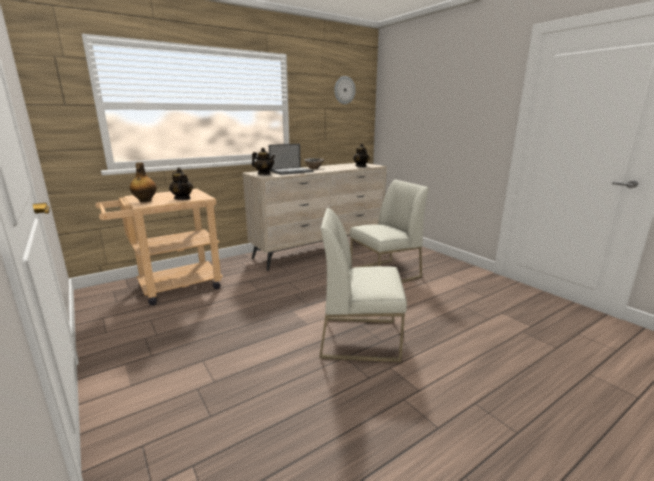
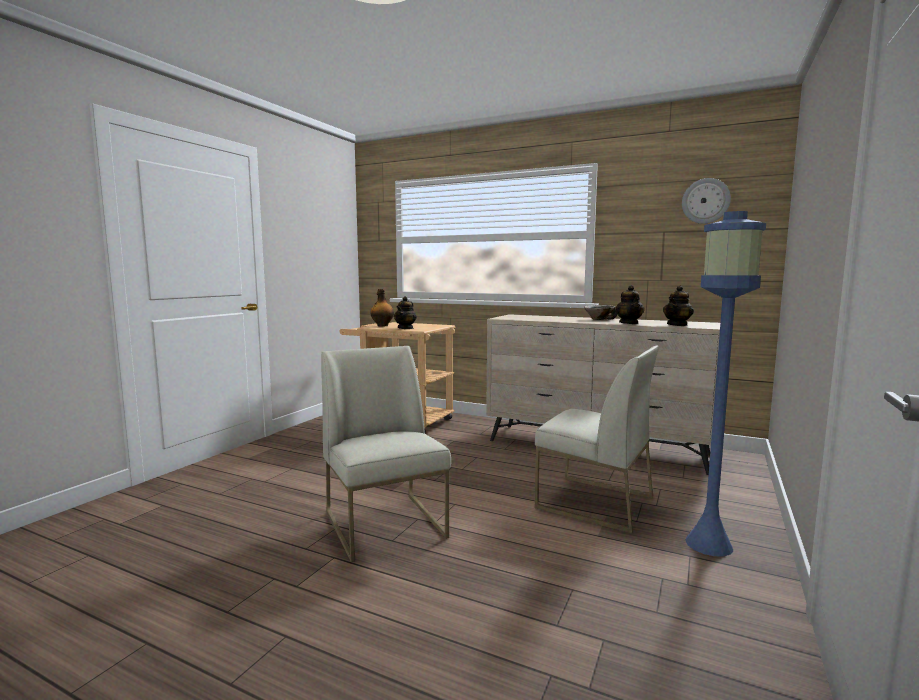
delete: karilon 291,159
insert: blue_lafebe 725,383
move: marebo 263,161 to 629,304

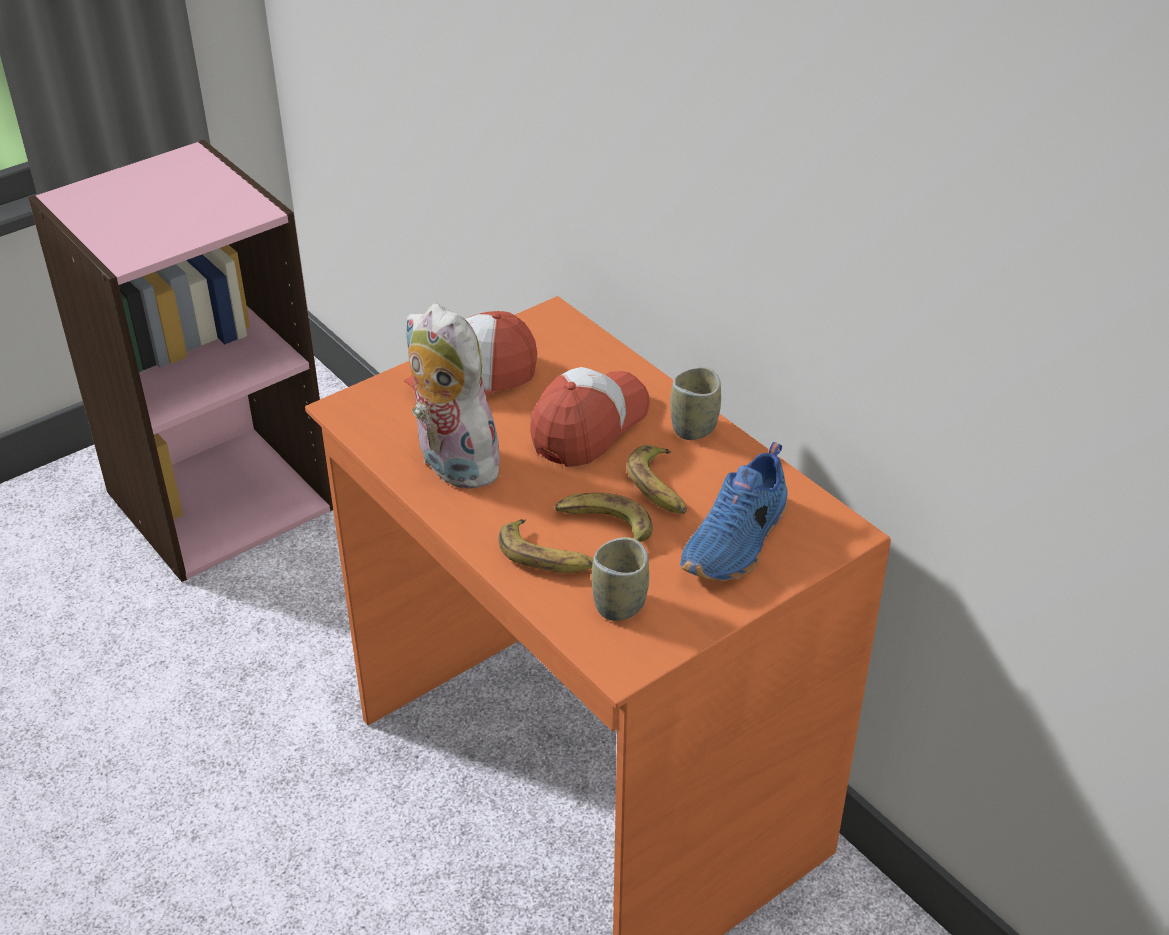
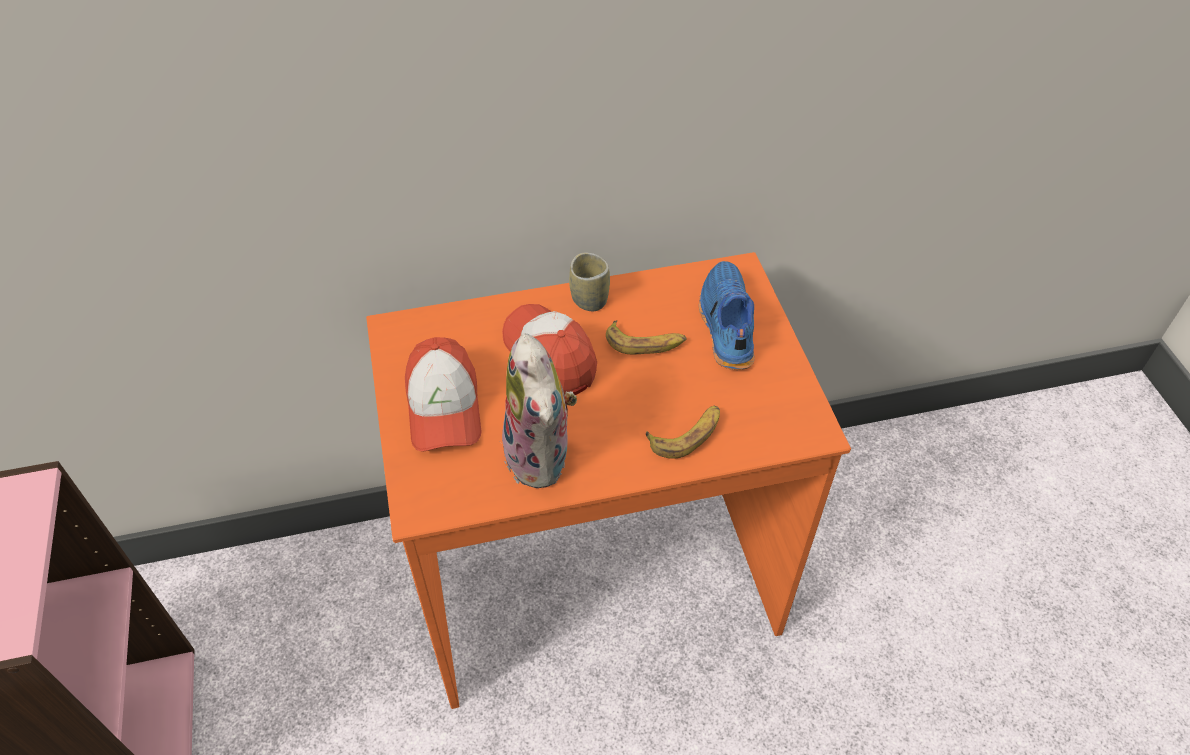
delete: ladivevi 604,517; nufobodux 620,579
rotate: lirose 457,396 = 539,410 90 degrees counterclockwise; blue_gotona 733,512 = 727,315 150 degrees counterclockwise

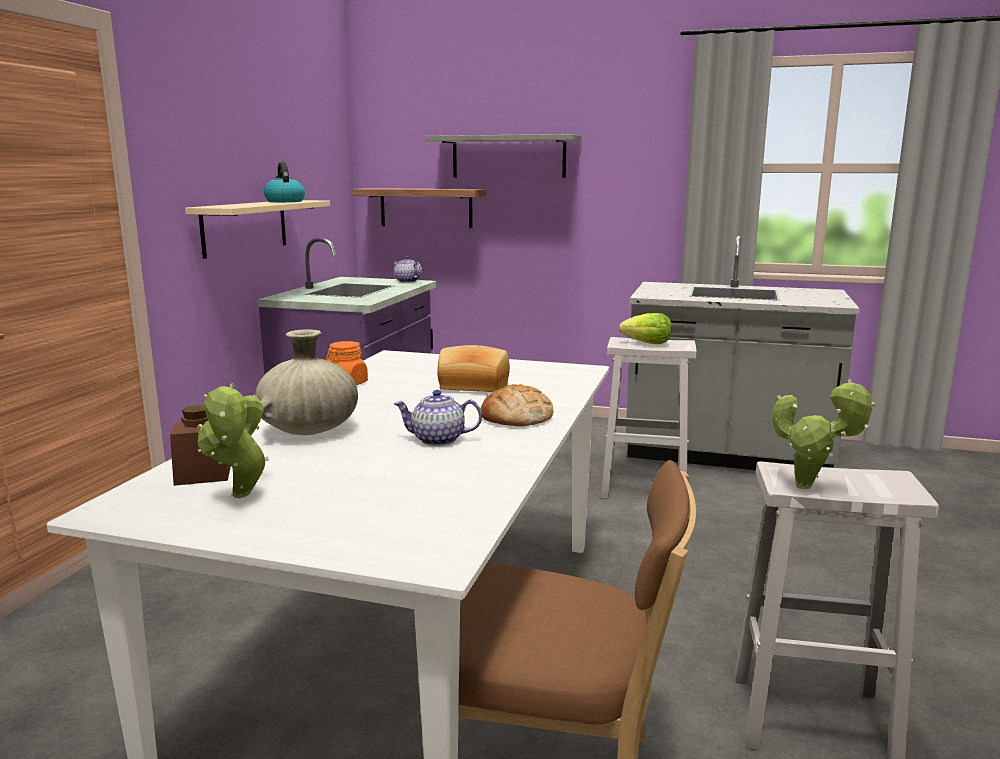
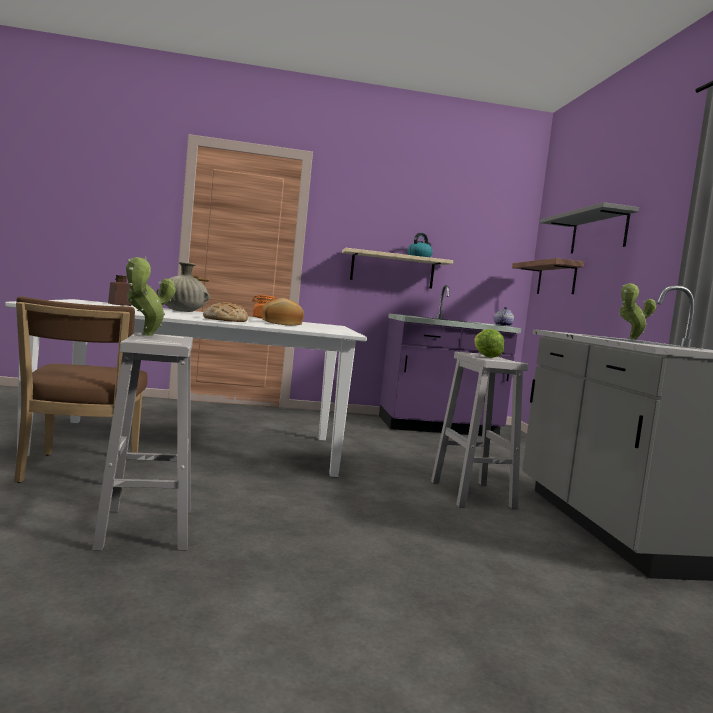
delete: marebo 437,418
move: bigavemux 233,441 to 637,311

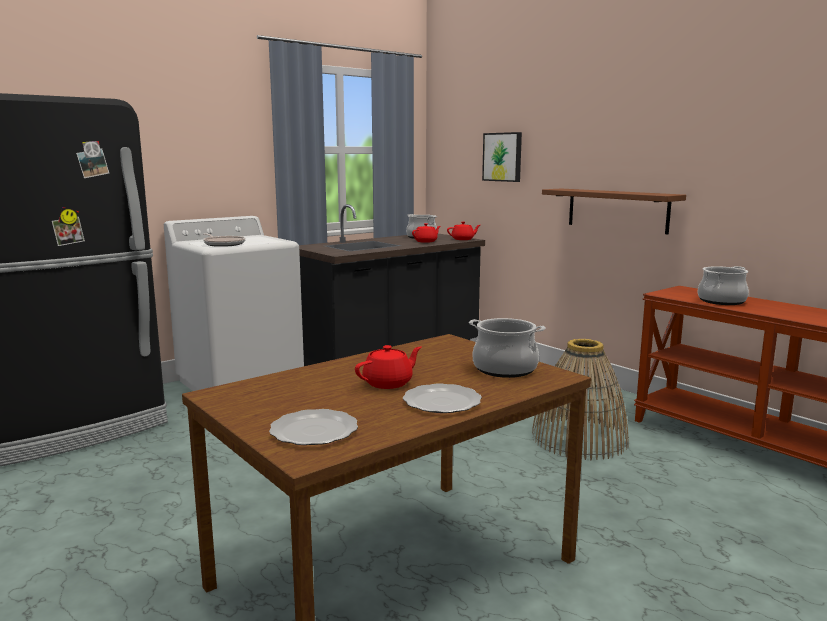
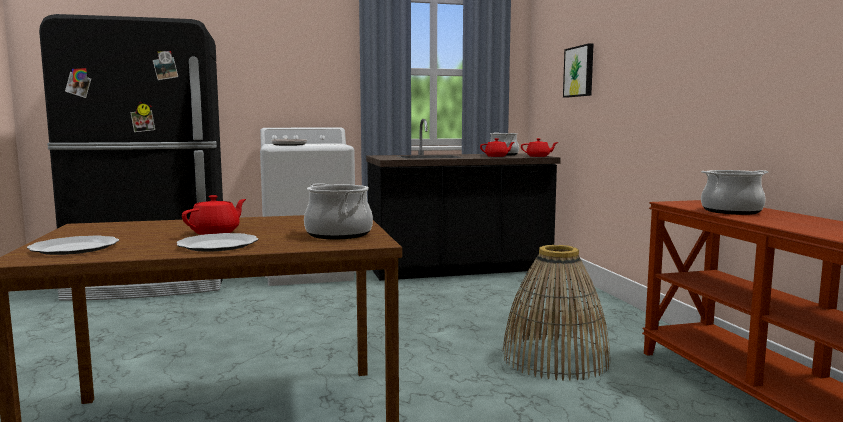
delete: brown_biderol 614,212
rotate: red_marebo 388,367 = 214,215 45 degrees counterclockwise

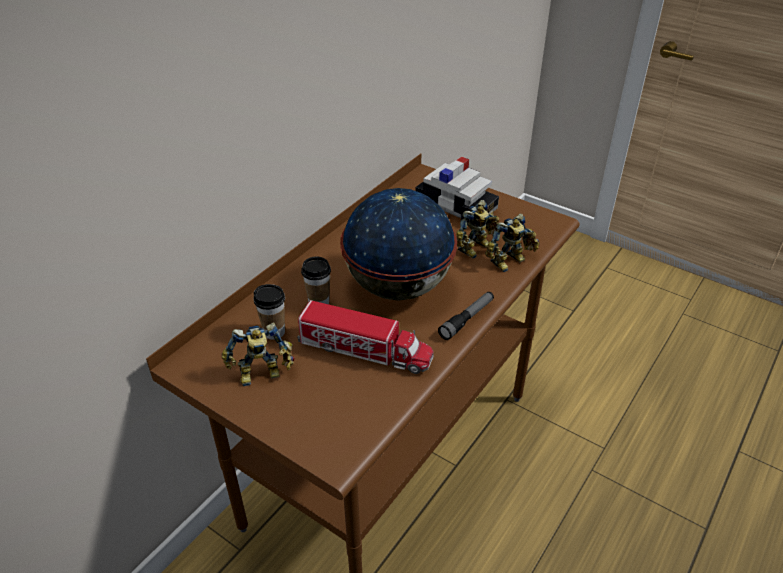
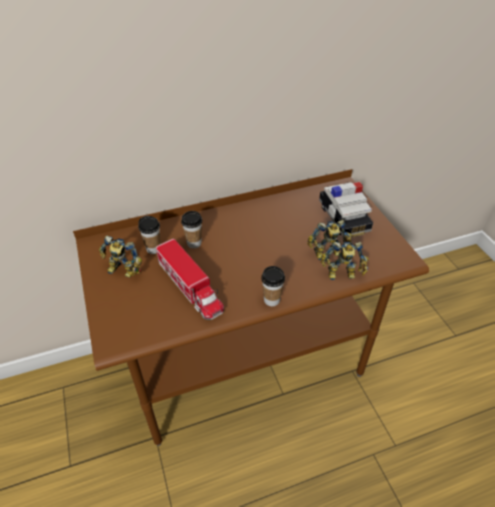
delete: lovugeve 398,244
replace: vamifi 466,316 to nufobodux 273,286

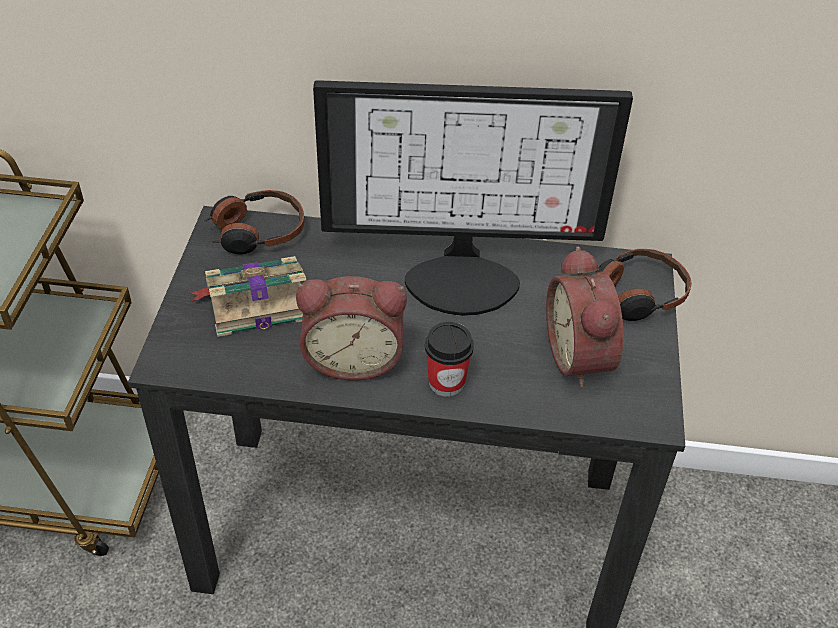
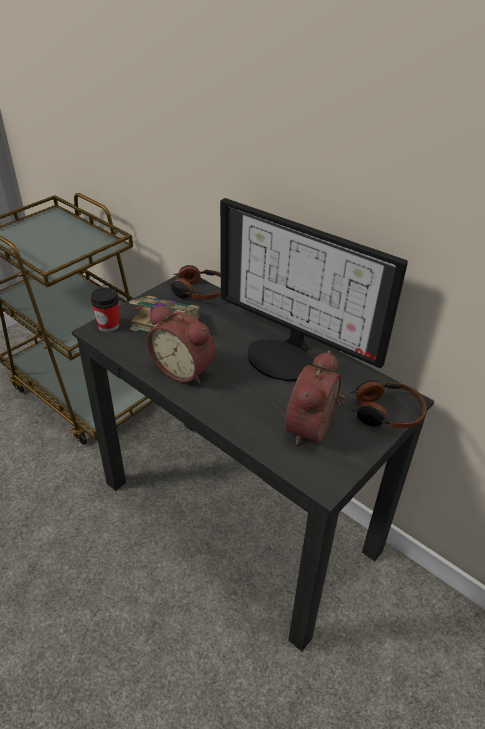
move: nufobodux 449,359 to 104,309

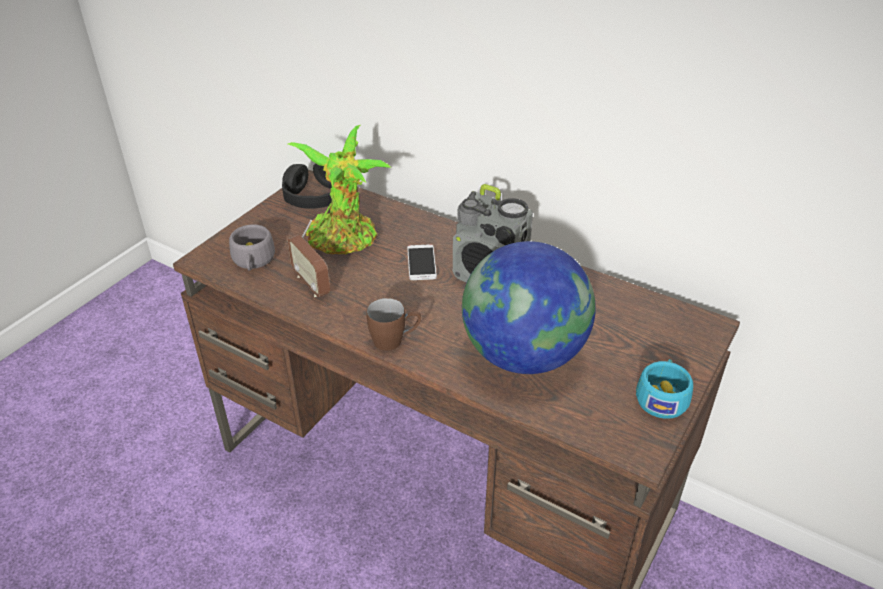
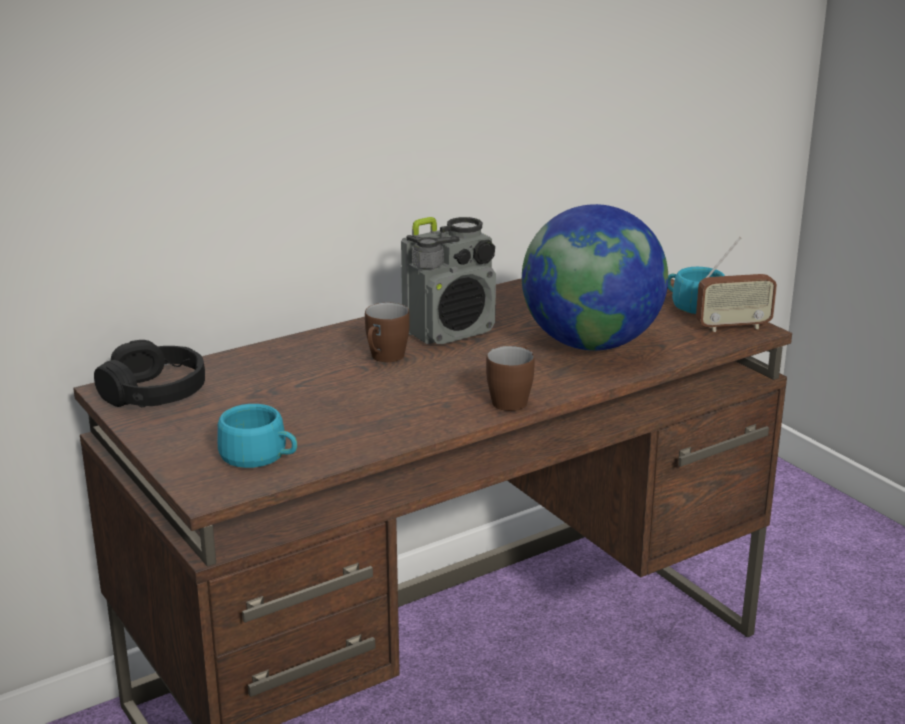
delete: bigavemux 339,189
move: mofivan 309,258 to 736,284
replace: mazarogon 422,262 to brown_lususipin 387,332
recolor: grey_nufobodux 252,247 to turquoise_nufobodux 257,436

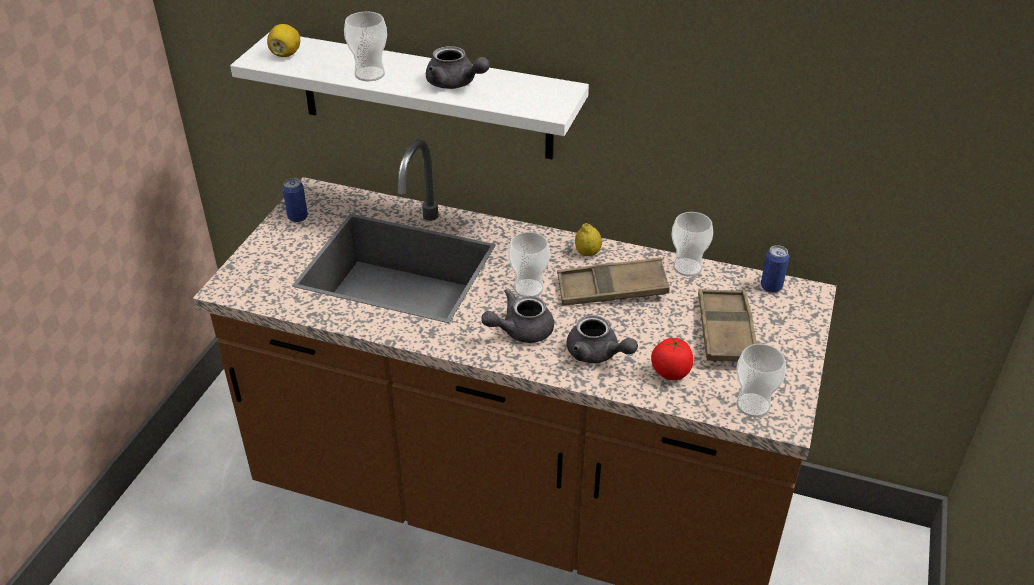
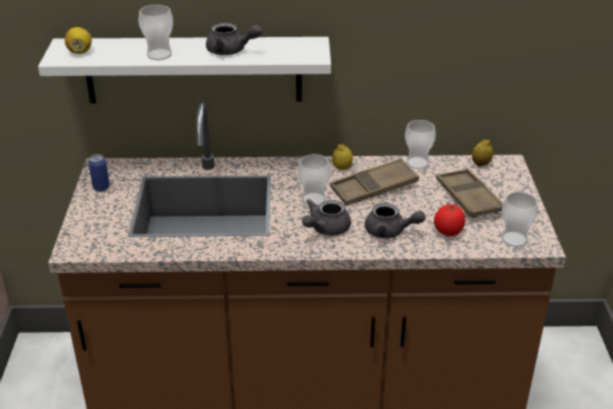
replace: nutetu 775,269 to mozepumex 482,152

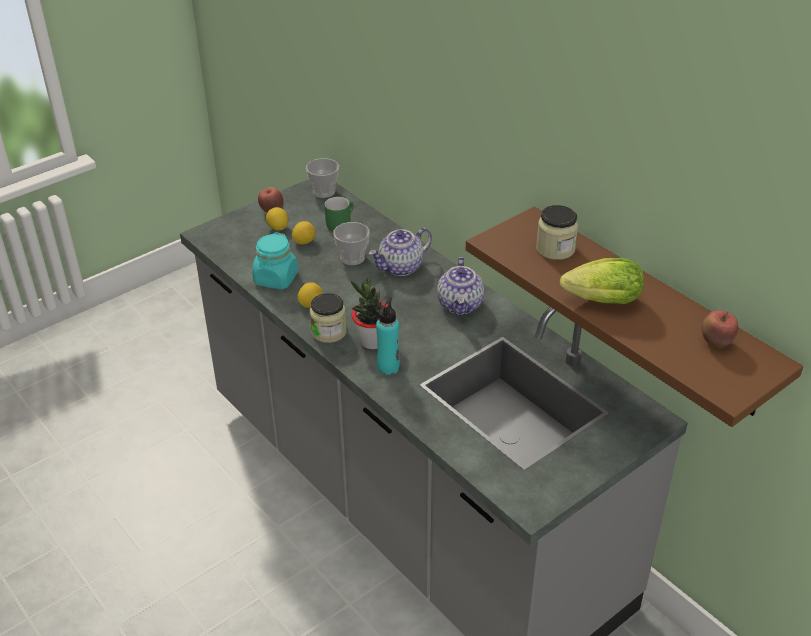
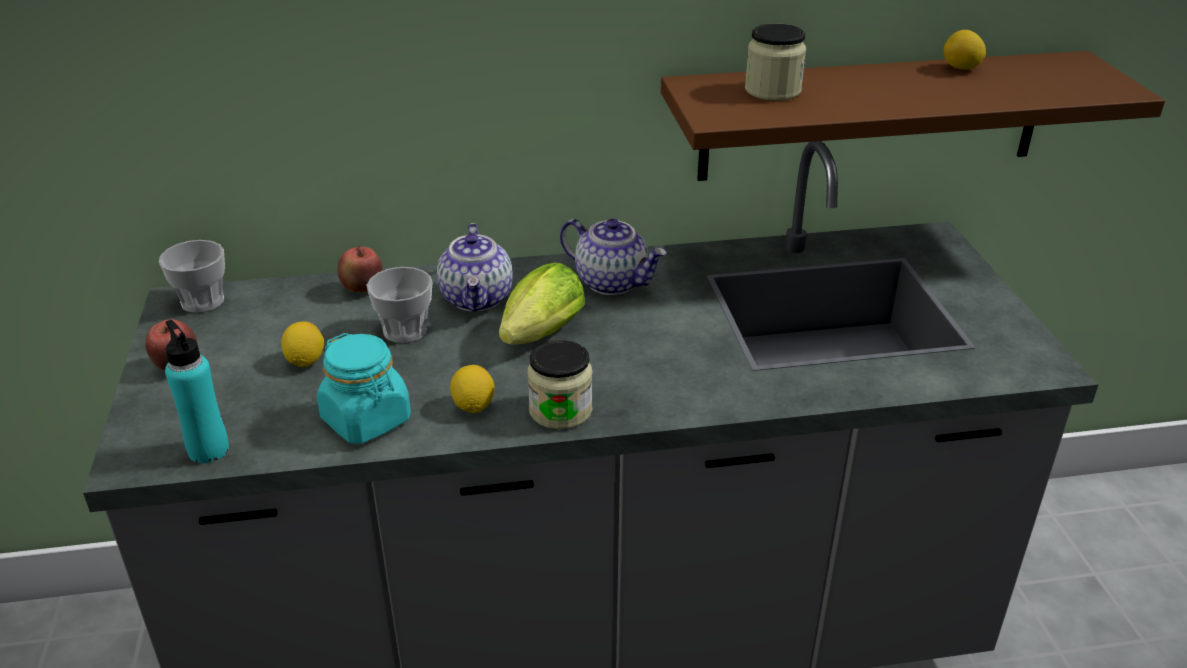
delete: green_lususipin 339,214; bigavemux 369,313
move: mozepumex 277,218 to 964,50; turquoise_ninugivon 388,336 to 197,391; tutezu 602,281 to 542,304; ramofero 720,329 to 360,269

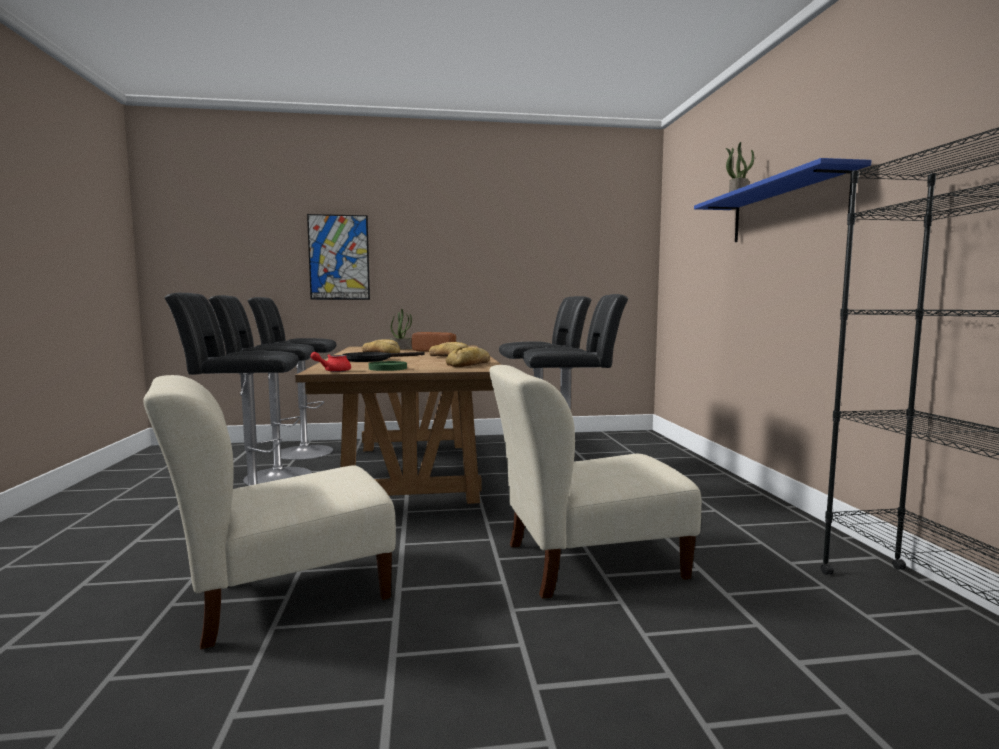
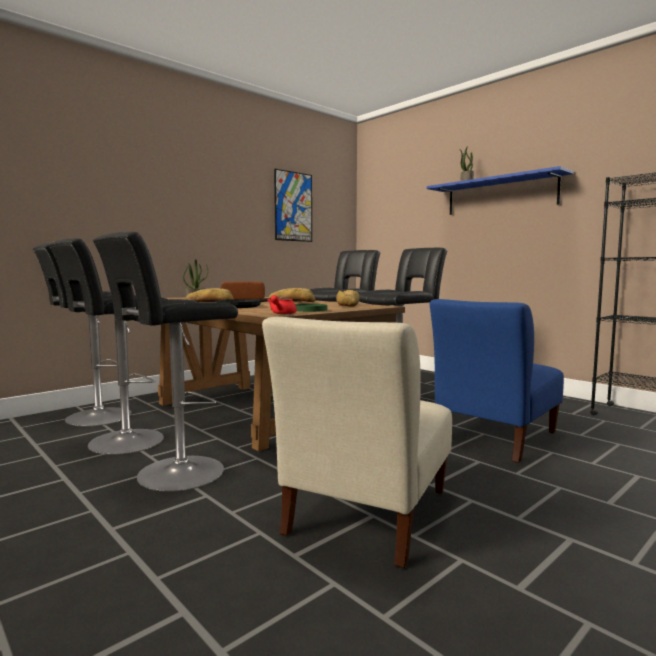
move: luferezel 338,257 to 293,205
recolor: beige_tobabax 595,482 to blue_tobabax 496,381

